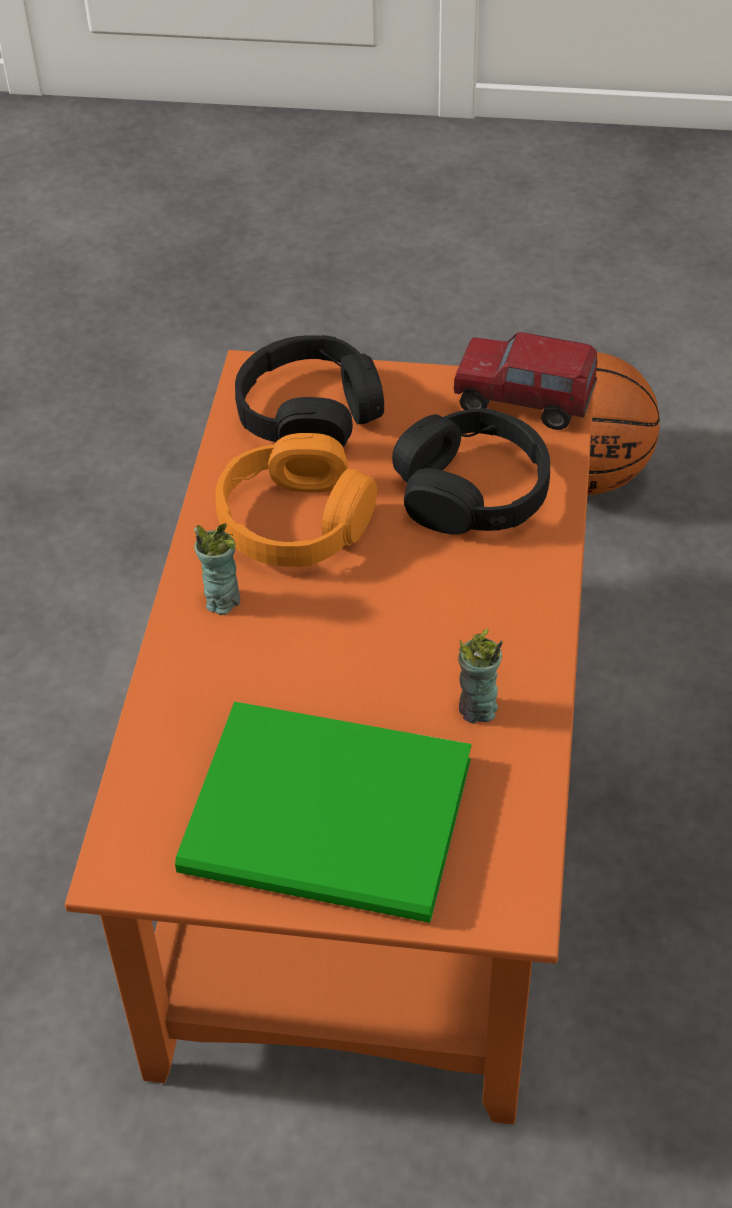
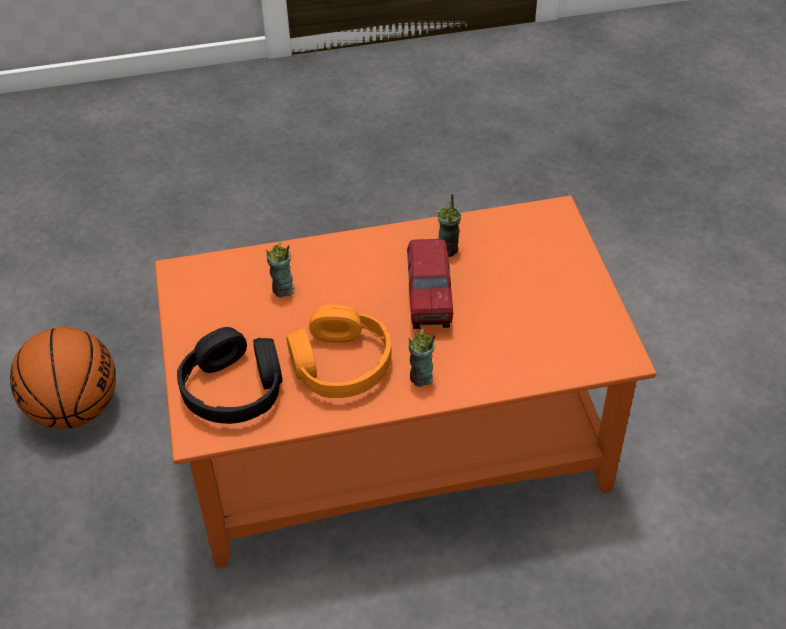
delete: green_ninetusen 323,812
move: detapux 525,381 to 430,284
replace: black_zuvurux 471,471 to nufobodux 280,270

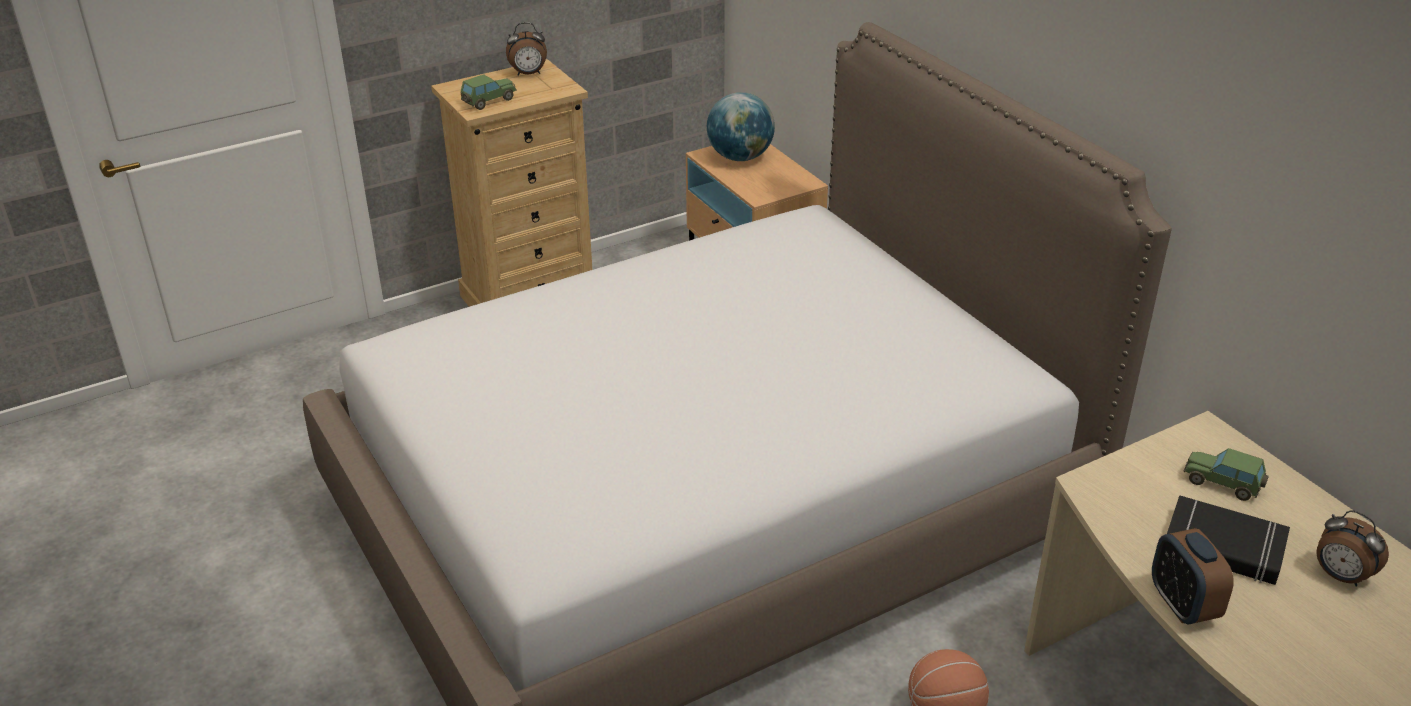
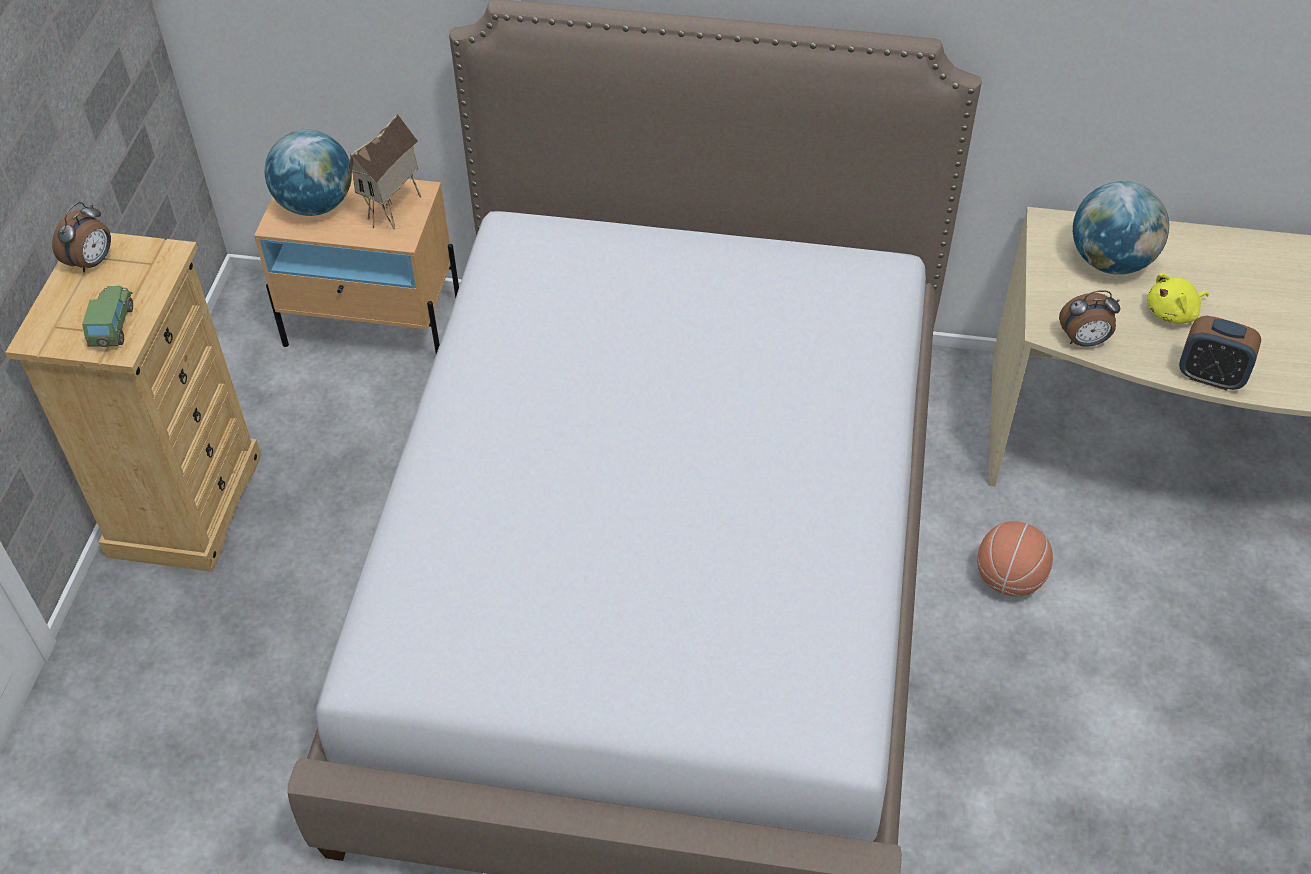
insert: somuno 384,171
move: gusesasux 1352,548 to 1089,318
replace: black_ninetusen 1228,540 to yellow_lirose 1178,299; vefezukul 1226,474 to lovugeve 1121,228

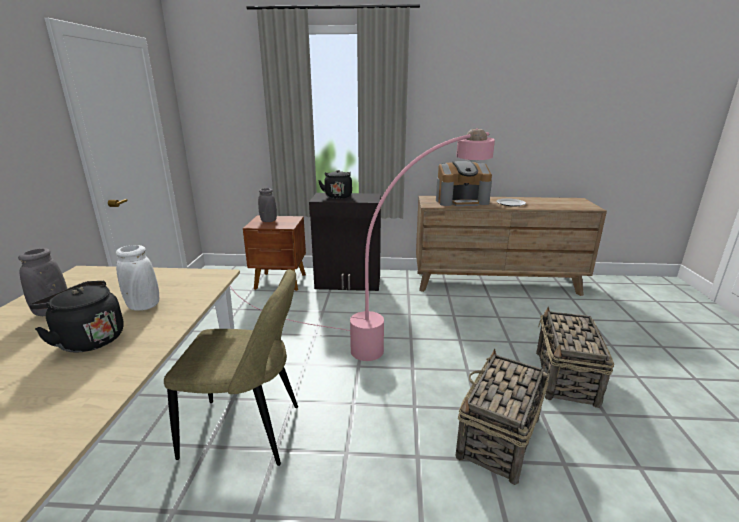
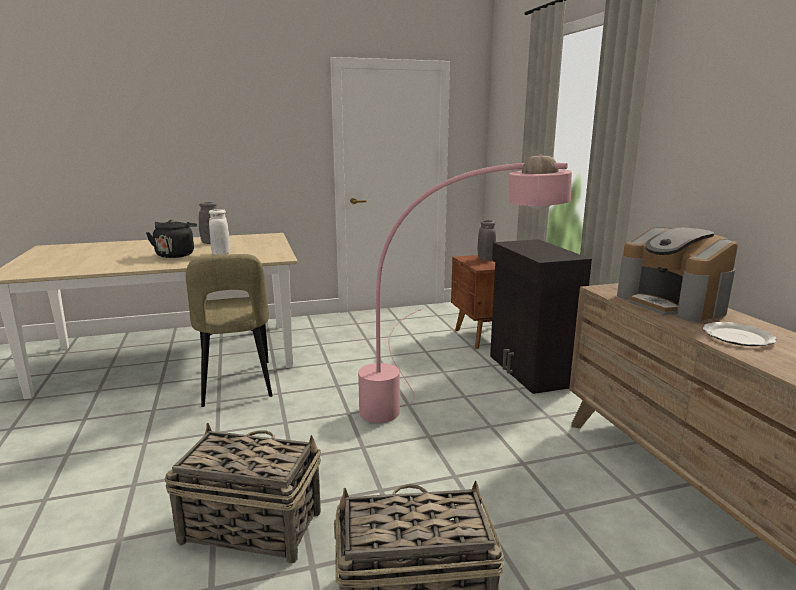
delete: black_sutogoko 335,184

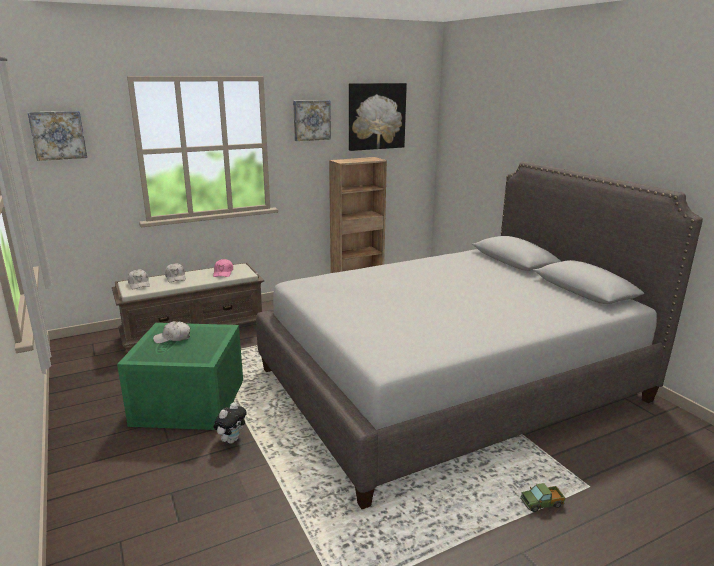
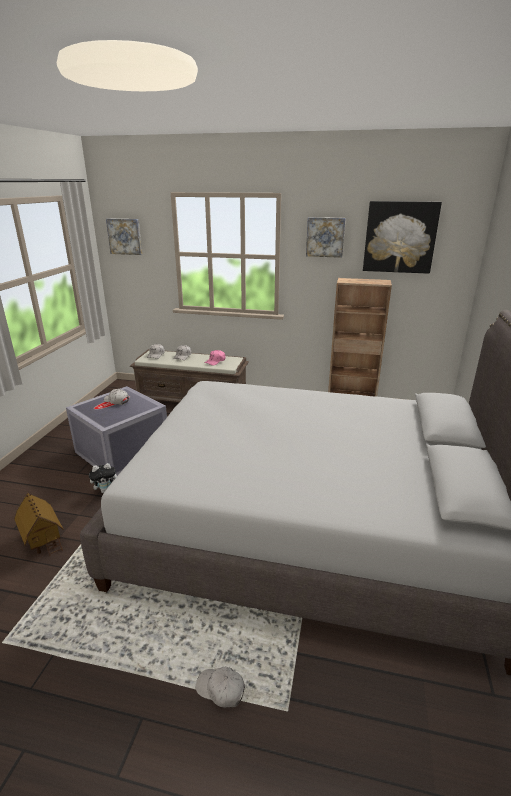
insert: somuno 39,524
replace: detapux 542,497 to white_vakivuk 220,687
recolor: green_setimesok 180,376 to grey_setimesok 116,431

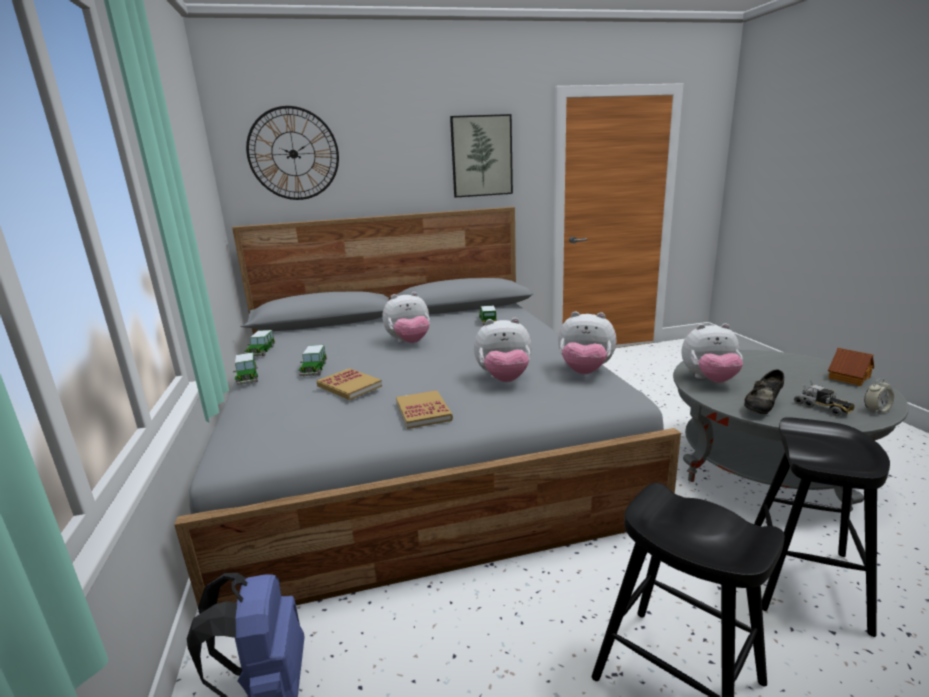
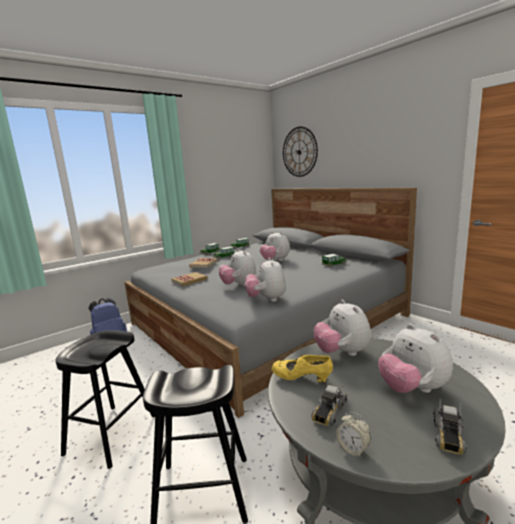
delete: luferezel 481,156
insert: lirose 415,358
replace: somuno 851,367 to detapux 450,426
recolor: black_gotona 764,391 to yellow_gotona 302,368

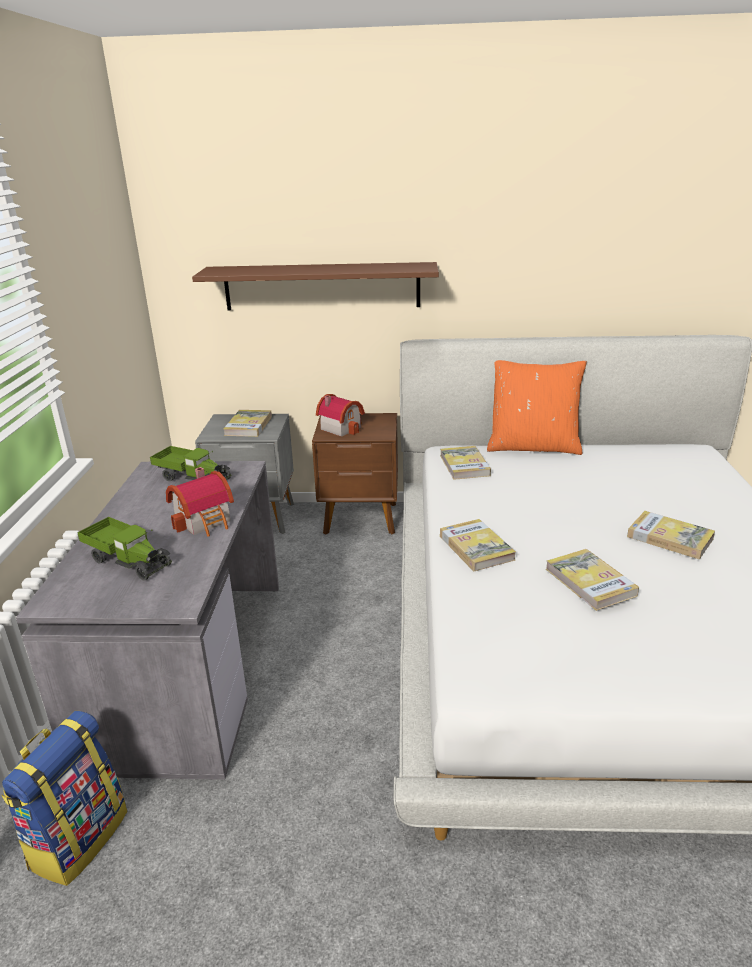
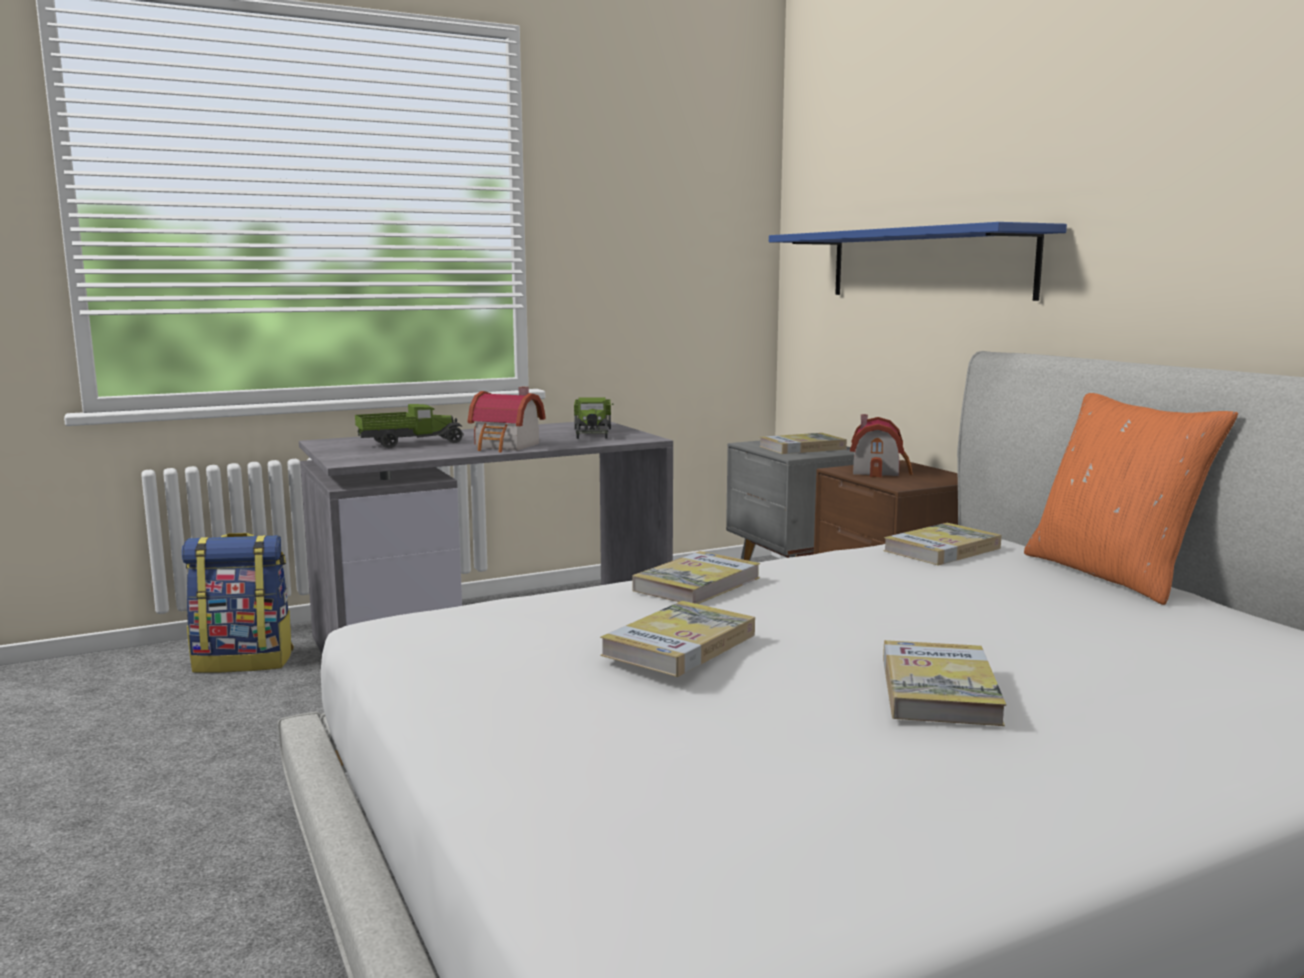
recolor: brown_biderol 315,286 to blue_biderol 918,261
rotate: detapux 124,549 = 409,426 120 degrees counterclockwise

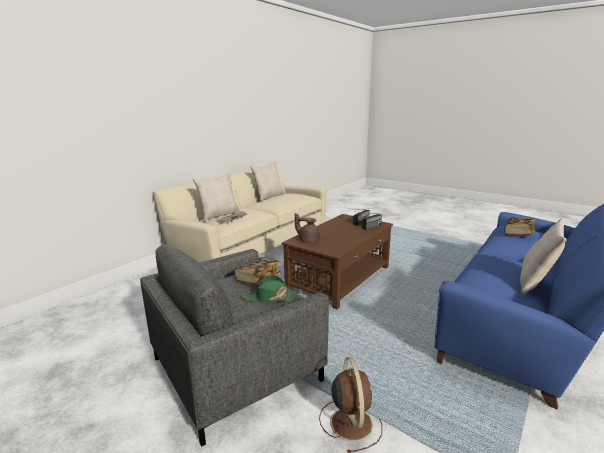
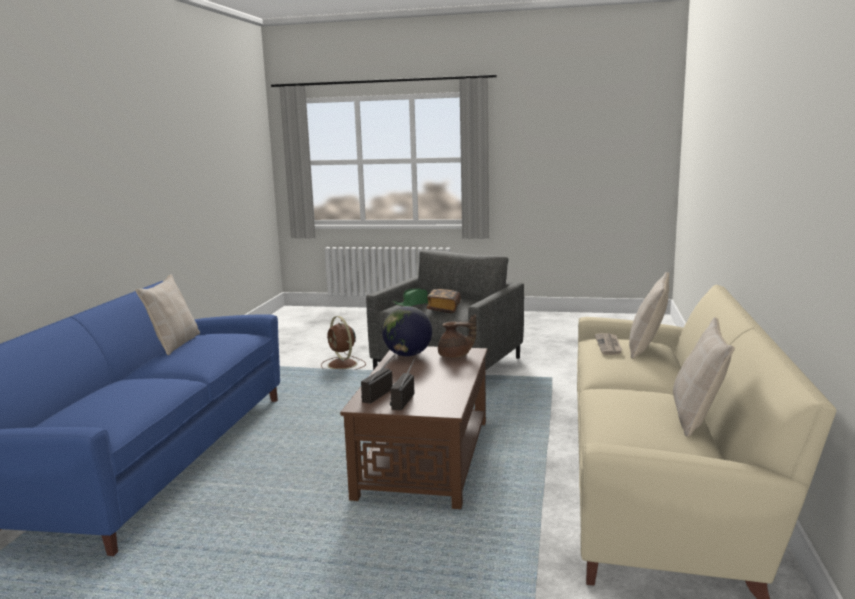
delete: ninetusen 519,226
insert: lovugeve 407,331

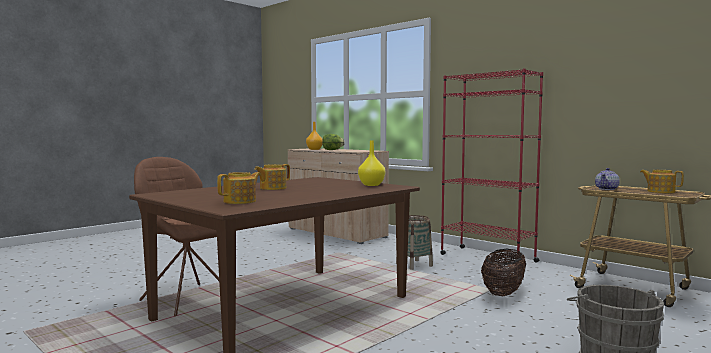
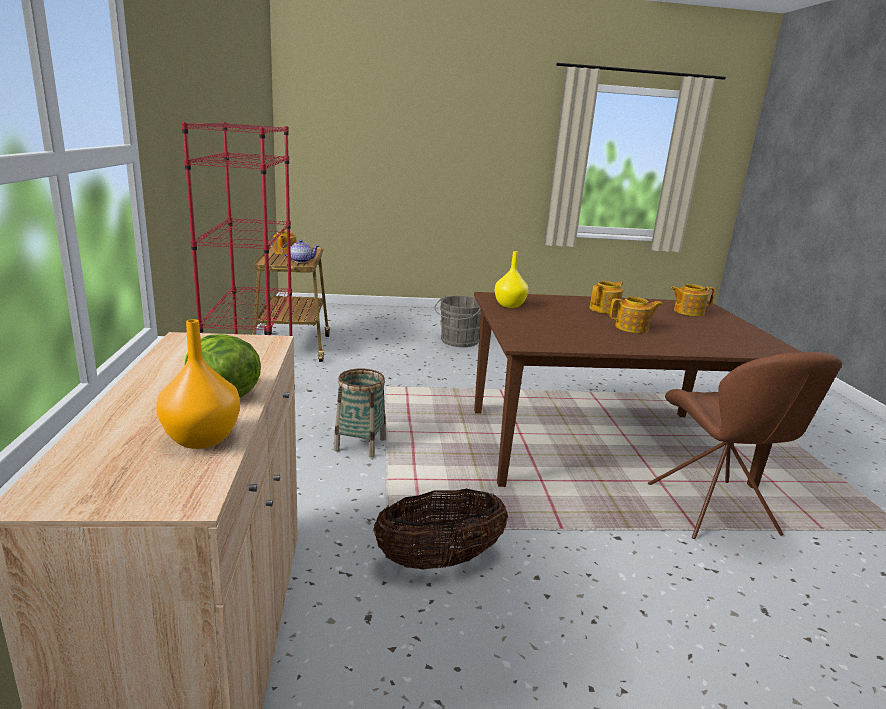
insert: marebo 606,297
move: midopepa 503,272 to 440,529

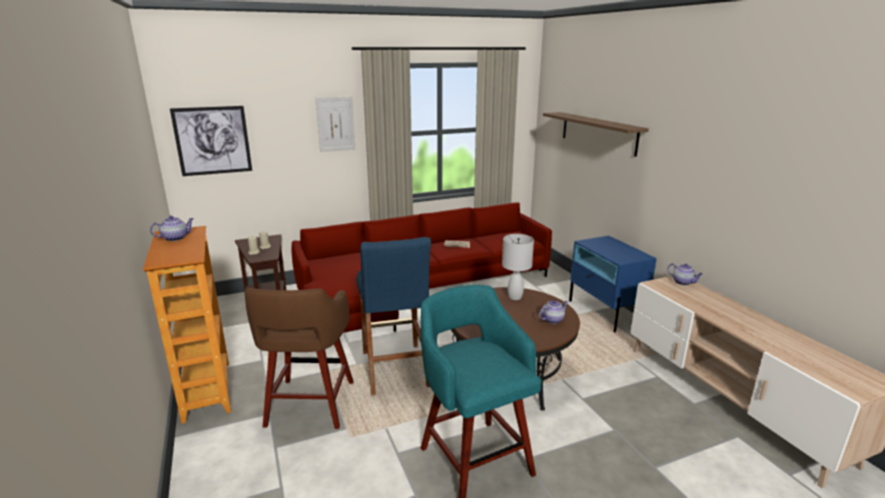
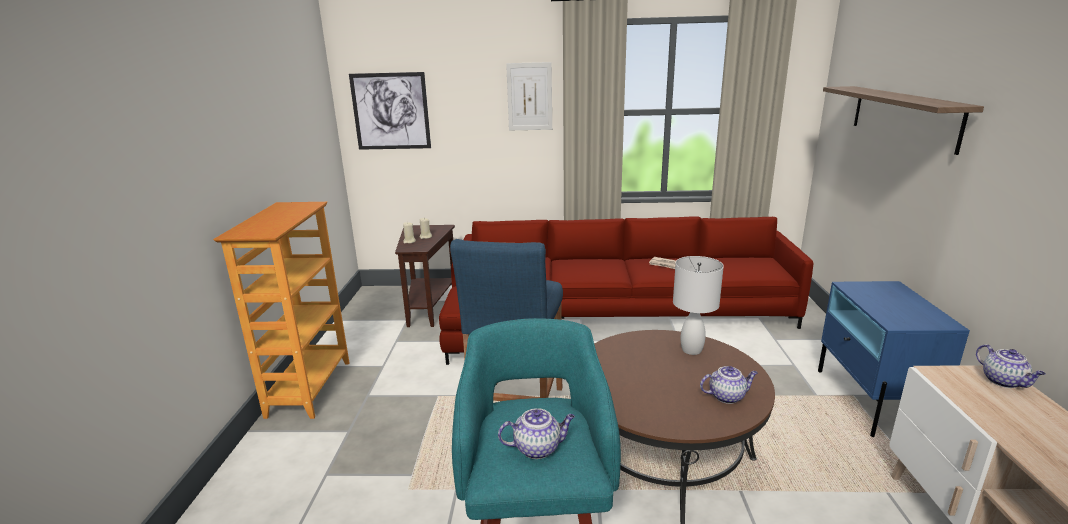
delete: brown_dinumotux 299,358
move: marebo 172,228 to 536,433

